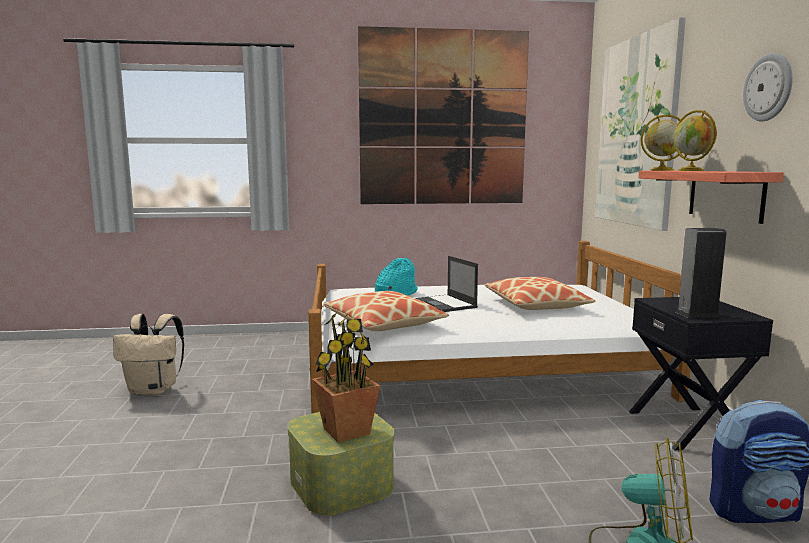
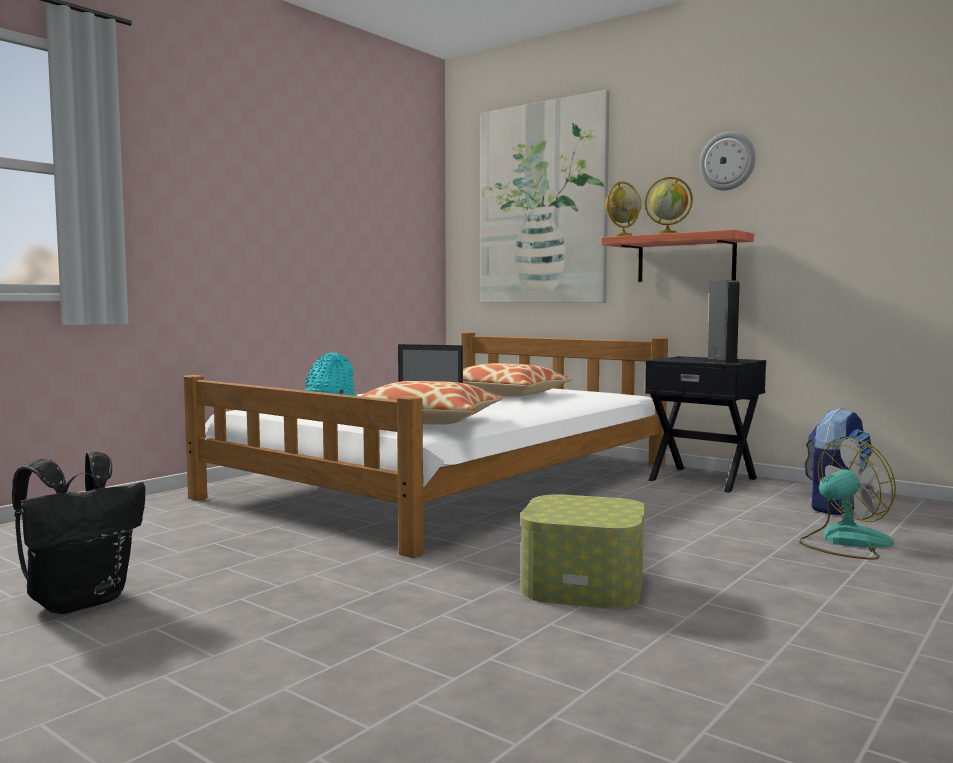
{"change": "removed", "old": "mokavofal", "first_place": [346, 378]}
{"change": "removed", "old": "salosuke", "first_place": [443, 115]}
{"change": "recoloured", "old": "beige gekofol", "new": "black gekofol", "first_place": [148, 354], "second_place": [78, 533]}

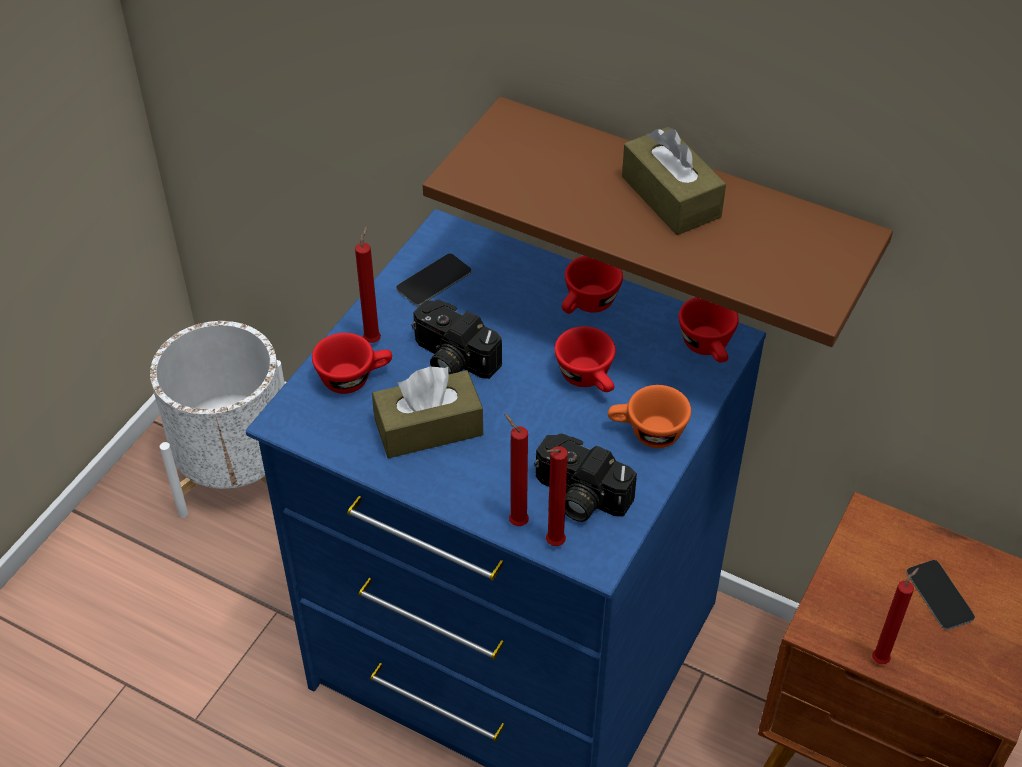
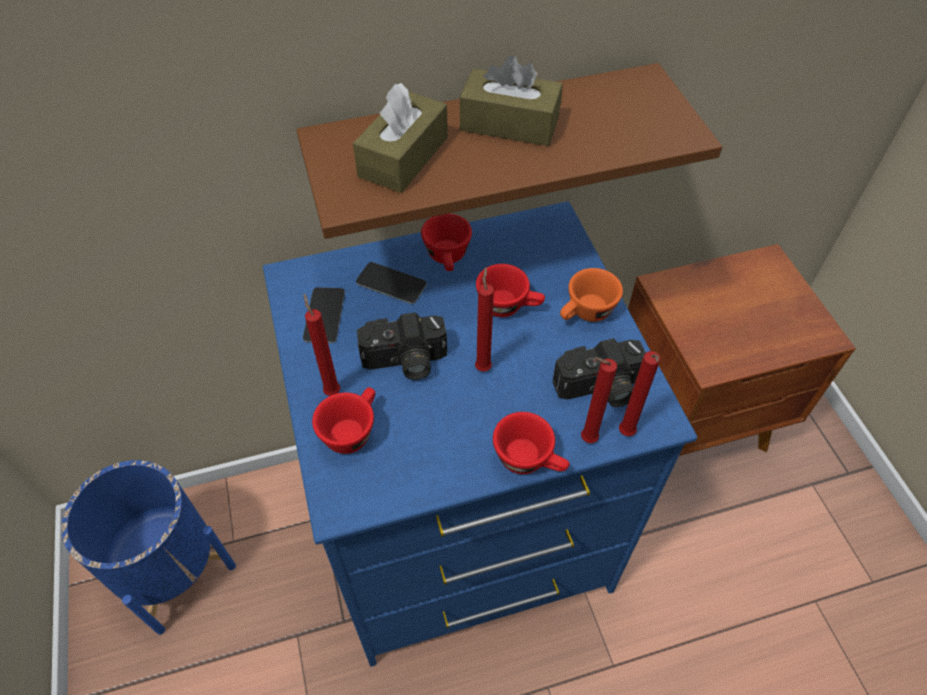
{"change": "moved", "old": "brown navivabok", "first_place": [427, 412], "second_place": [400, 138]}
{"change": "moved", "old": "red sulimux", "first_place": [709, 329], "second_place": [531, 443]}
{"change": "moved", "old": "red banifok", "first_place": [895, 616], "second_place": [484, 319]}
{"change": "moved", "old": "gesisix", "first_place": [941, 595], "second_place": [391, 283]}
{"change": "recoloured", "old": "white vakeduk", "new": "blue vakeduk", "first_place": [217, 419], "second_place": [148, 547]}

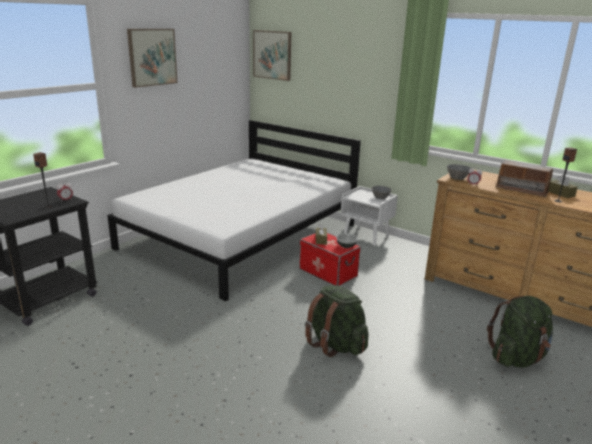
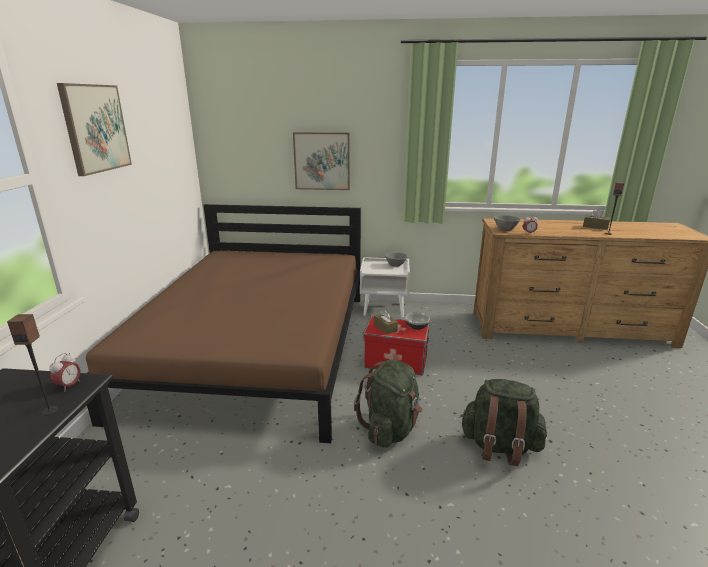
{"change": "removed", "old": "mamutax", "first_place": [525, 178]}
{"change": "moved", "old": "salosuke", "first_place": [272, 55], "second_place": [321, 161]}
{"change": "moved", "old": "green gekofol", "first_place": [520, 332], "second_place": [388, 403]}
{"change": "recoloured", "old": "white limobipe", "new": "brown limobipe", "first_place": [234, 210], "second_place": [223, 323]}

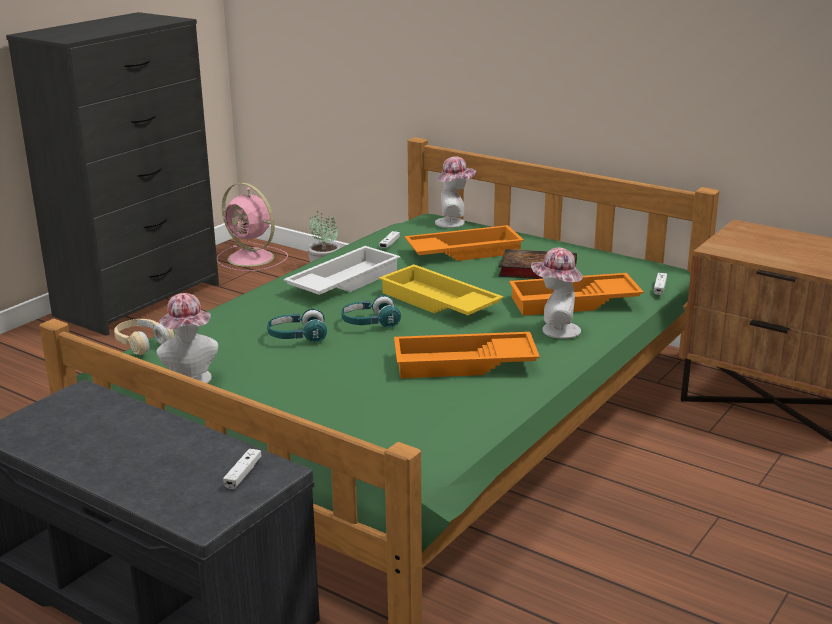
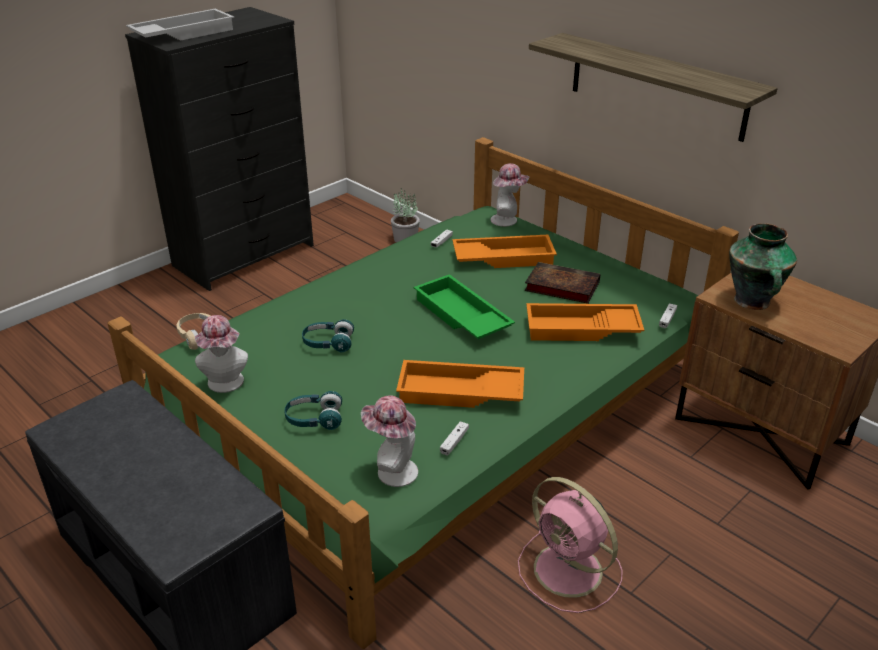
{"change": "added", "new": "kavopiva", "second_place": [653, 87]}
{"change": "added", "new": "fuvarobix", "second_place": [763, 266]}
{"change": "moved", "old": "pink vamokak", "first_place": [252, 226], "second_place": [570, 545]}
{"change": "moved", "old": "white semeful", "first_place": [242, 468], "second_place": [454, 438]}
{"change": "moved", "old": "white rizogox", "first_place": [341, 270], "second_place": [180, 25]}
{"change": "moved", "old": "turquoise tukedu", "first_place": [371, 311], "second_place": [313, 410]}
{"change": "moved", "old": "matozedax", "first_place": [557, 293], "second_place": [389, 441]}
{"change": "recoloured", "old": "yellow rizogox", "new": "green rizogox", "first_place": [441, 290], "second_place": [464, 306]}

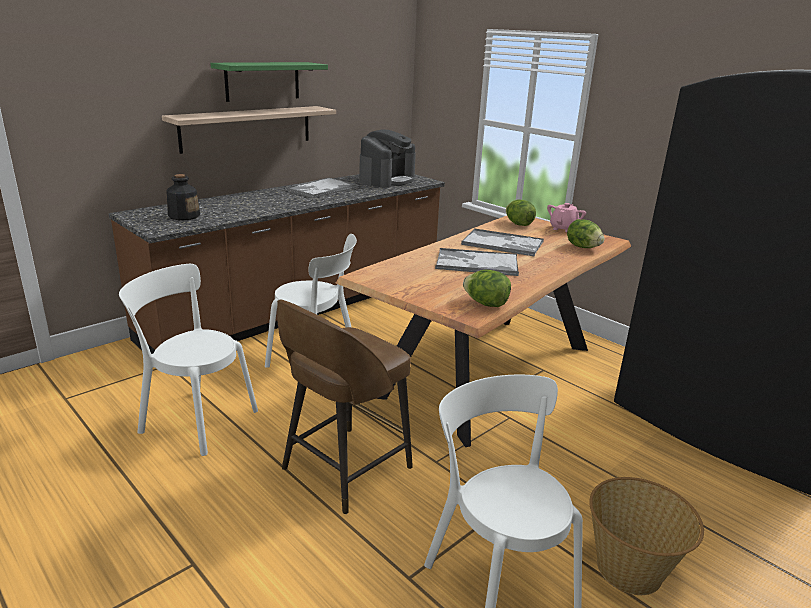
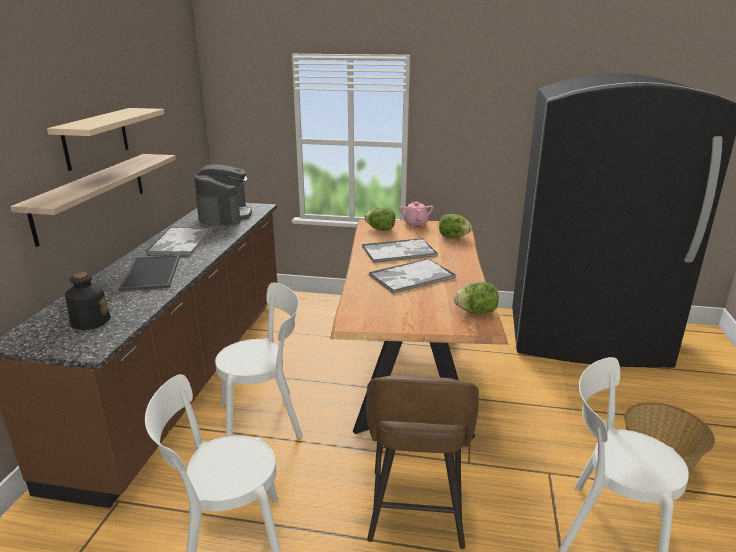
{"change": "added", "new": "rizogox", "second_place": [149, 273]}
{"change": "recoloured", "old": "green kavopiva", "new": "beige kavopiva", "first_place": [269, 82], "second_place": [105, 139]}

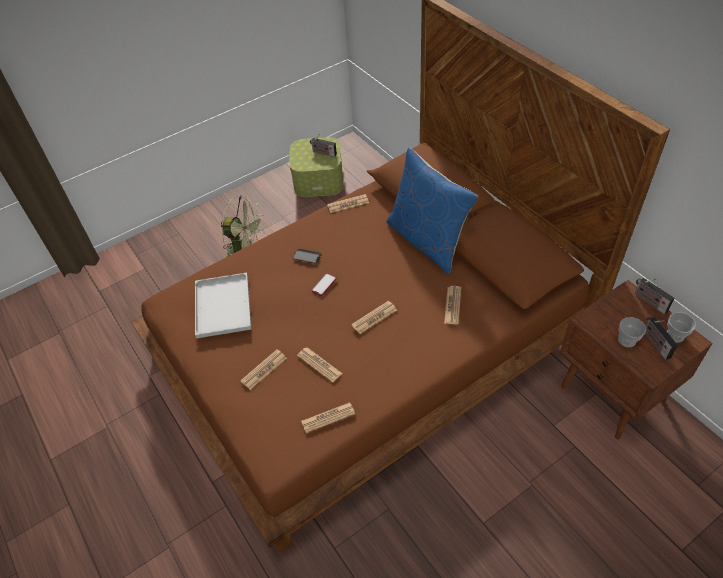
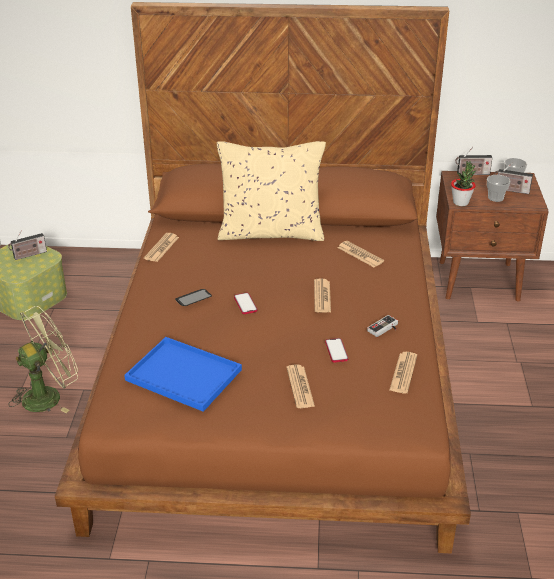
{"change": "added", "new": "semeful", "second_place": [382, 326]}
{"change": "added", "new": "mokavofal", "second_place": [463, 183]}
{"change": "replaced", "old": "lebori", "new": "gesisix", "first_place": [319, 365], "second_place": [336, 350]}
{"change": "recoloured", "old": "white rizogox", "new": "blue rizogox", "first_place": [223, 305], "second_place": [183, 374]}
{"change": "recoloured", "old": "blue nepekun", "new": "beige nepekun", "first_place": [432, 210], "second_place": [271, 191]}

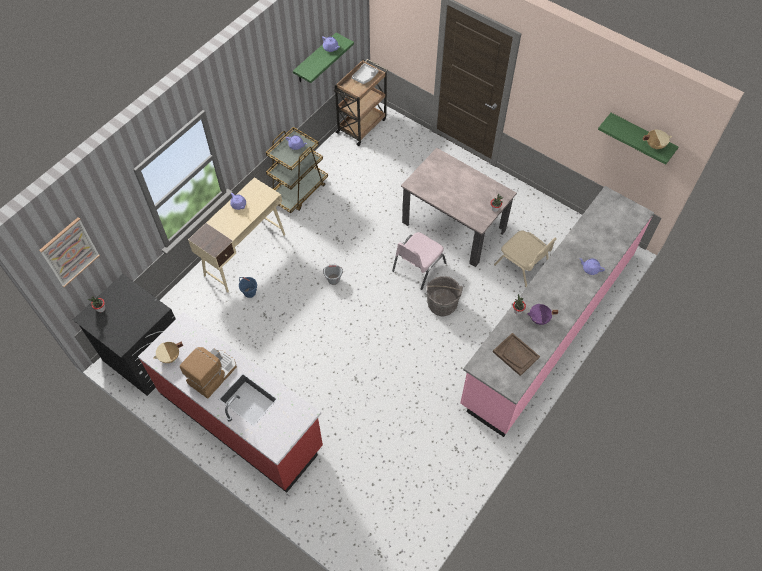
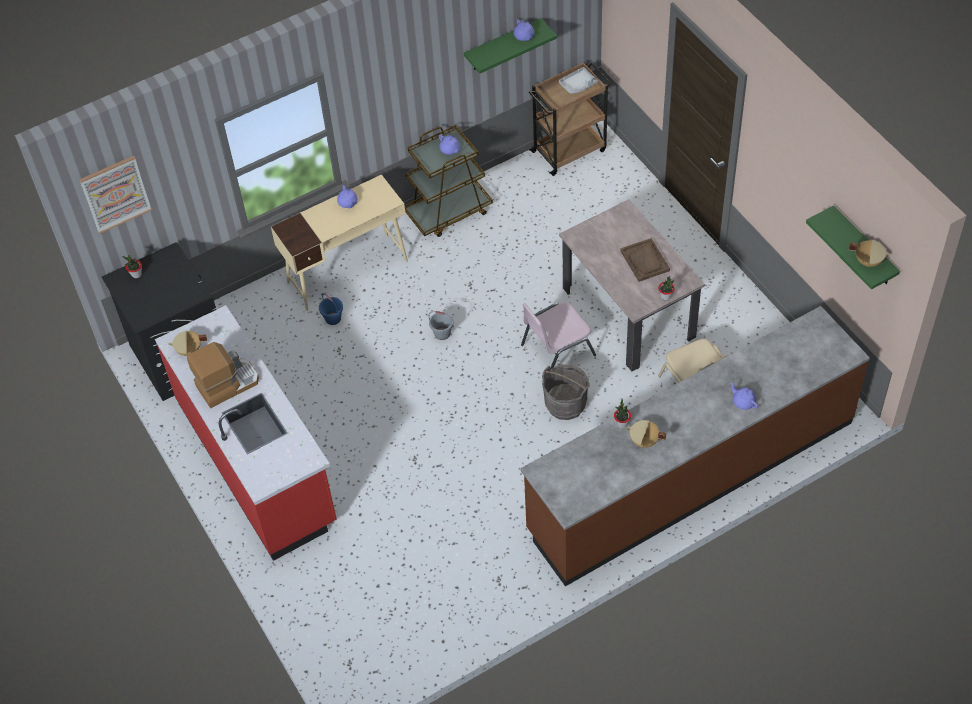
{"change": "moved", "old": "brown rizogox", "first_place": [516, 354], "second_place": [645, 260]}
{"change": "recoloured", "old": "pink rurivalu", "new": "brown rurivalu", "first_place": [557, 311], "second_place": [695, 446]}
{"change": "recoloured", "old": "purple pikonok", "new": "beige pikonok", "first_place": [542, 314], "second_place": [646, 434]}

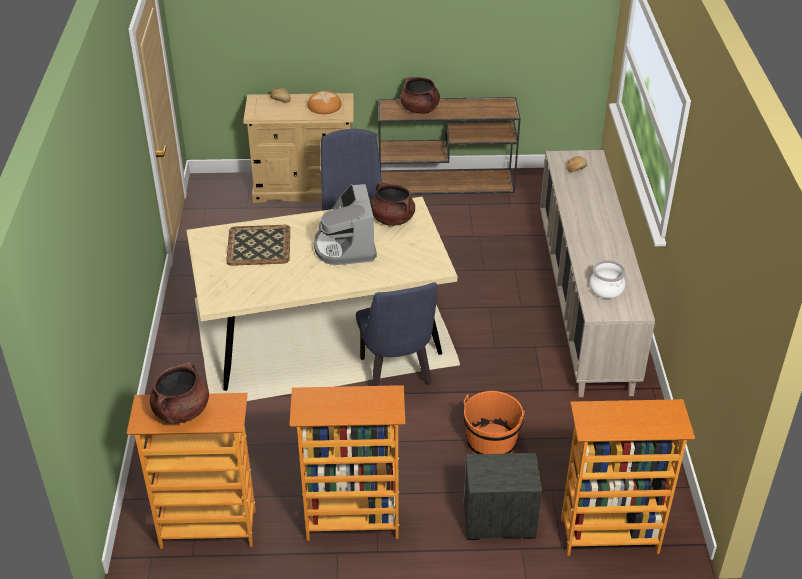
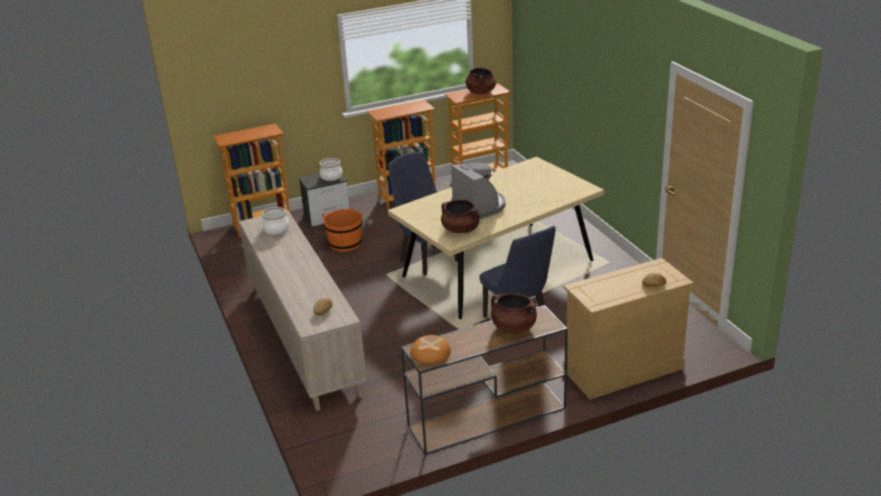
{"change": "removed", "old": "rizogox", "first_place": [258, 245]}
{"change": "added", "new": "pikonok", "second_place": [331, 169]}
{"change": "moved", "old": "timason", "first_place": [324, 102], "second_place": [431, 349]}

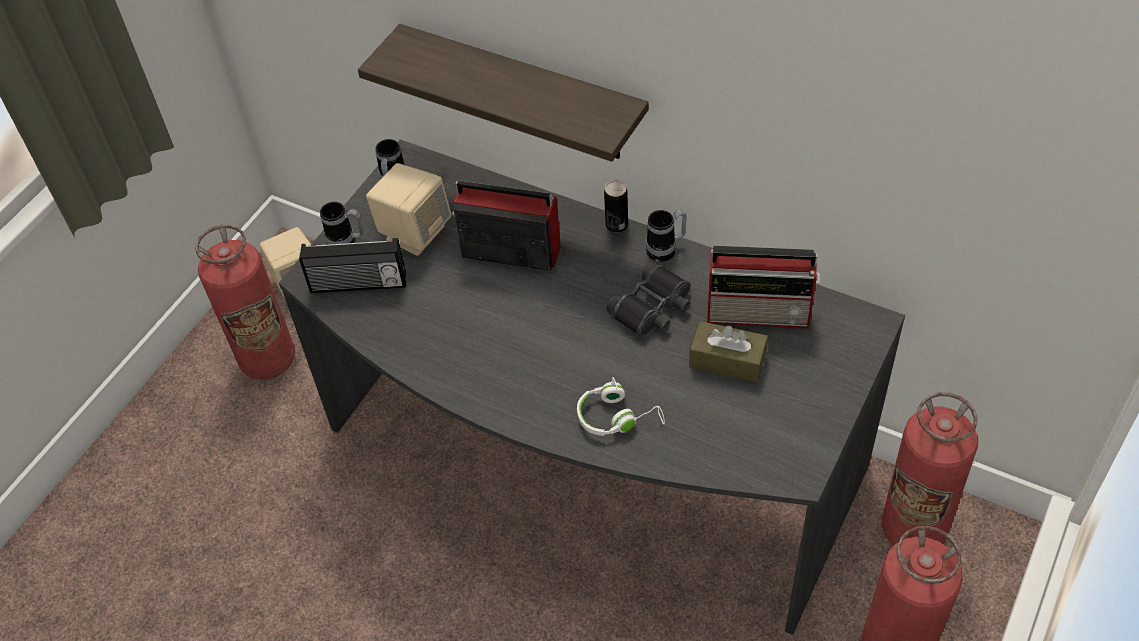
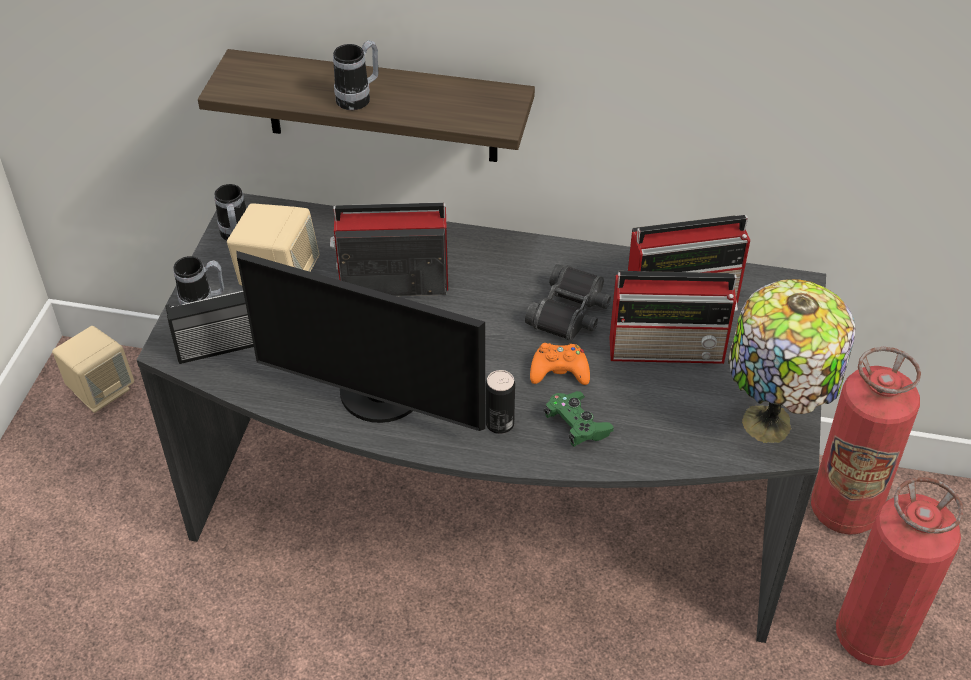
{"change": "removed", "old": "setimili", "first_place": [245, 302]}
{"change": "added", "new": "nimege", "second_place": [360, 341]}
{"change": "added", "new": "orange semeful", "second_place": [560, 364]}
{"change": "added", "new": "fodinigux", "second_place": [791, 361]}
{"change": "moved", "old": "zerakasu", "first_place": [616, 206], "second_place": [500, 402]}
{"change": "moved", "old": "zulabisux", "first_place": [666, 235], "second_place": [356, 75]}
{"change": "replaced", "old": "white tukedu", "new": "green semeful", "first_place": [621, 406], "second_place": [579, 419]}
{"change": "replaced", "old": "brown navivabok", "new": "mamutax", "first_place": [728, 351], "second_place": [674, 317]}

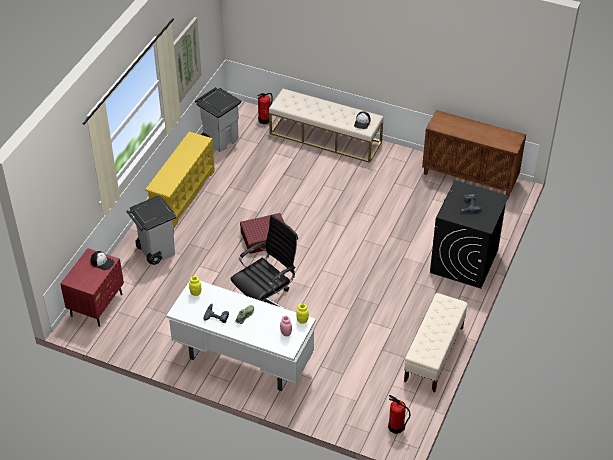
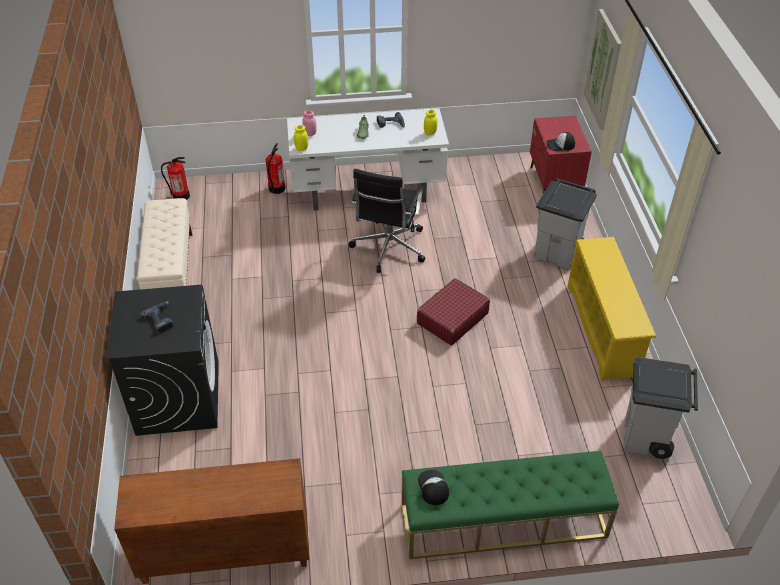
{"change": "moved", "old": "salosuke", "first_place": [188, 59], "second_place": [602, 69]}
{"change": "moved", "old": "setimili", "first_place": [265, 108], "second_place": [275, 168]}
{"change": "recoloured", "old": "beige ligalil", "new": "green ligalil", "first_place": [326, 126], "second_place": [510, 505]}

